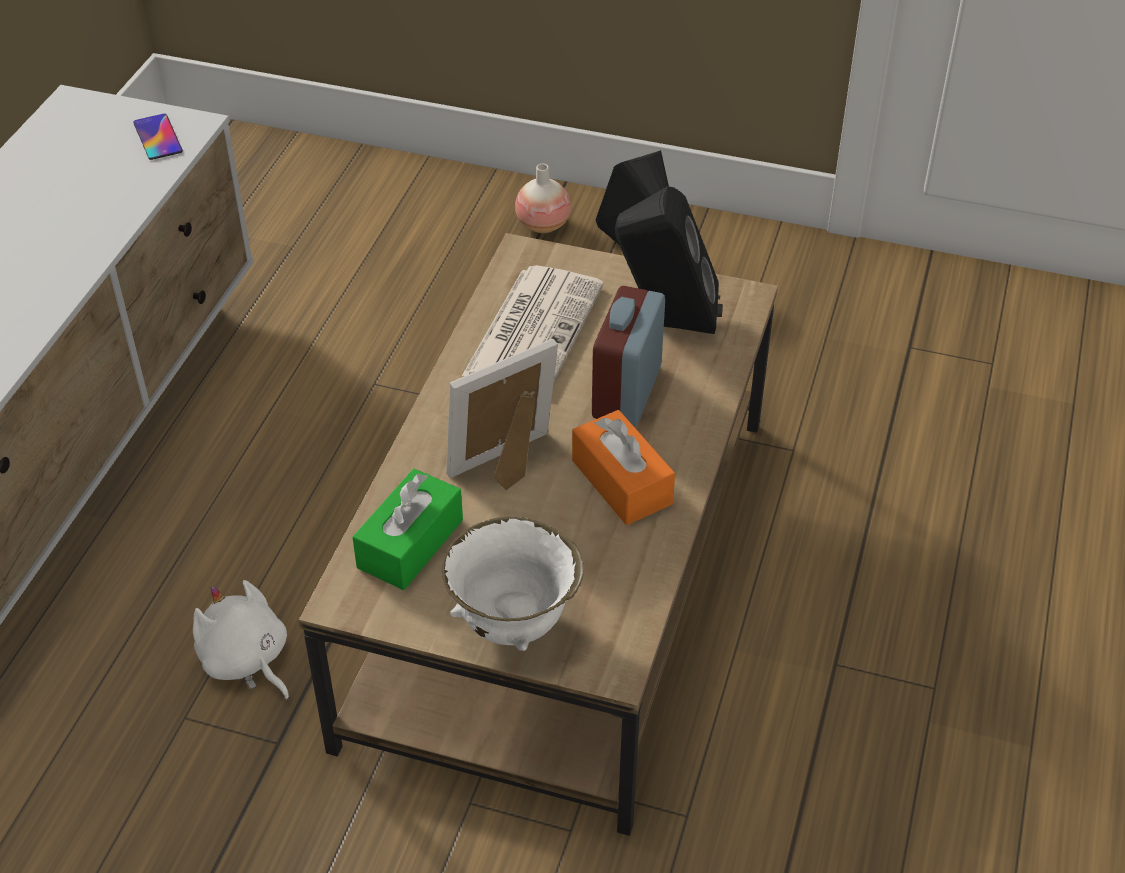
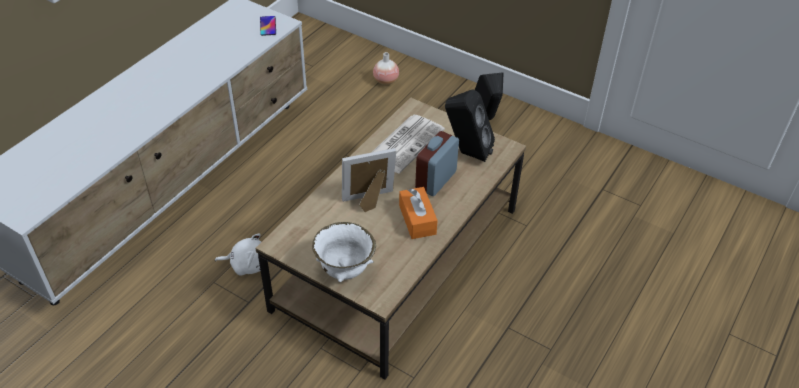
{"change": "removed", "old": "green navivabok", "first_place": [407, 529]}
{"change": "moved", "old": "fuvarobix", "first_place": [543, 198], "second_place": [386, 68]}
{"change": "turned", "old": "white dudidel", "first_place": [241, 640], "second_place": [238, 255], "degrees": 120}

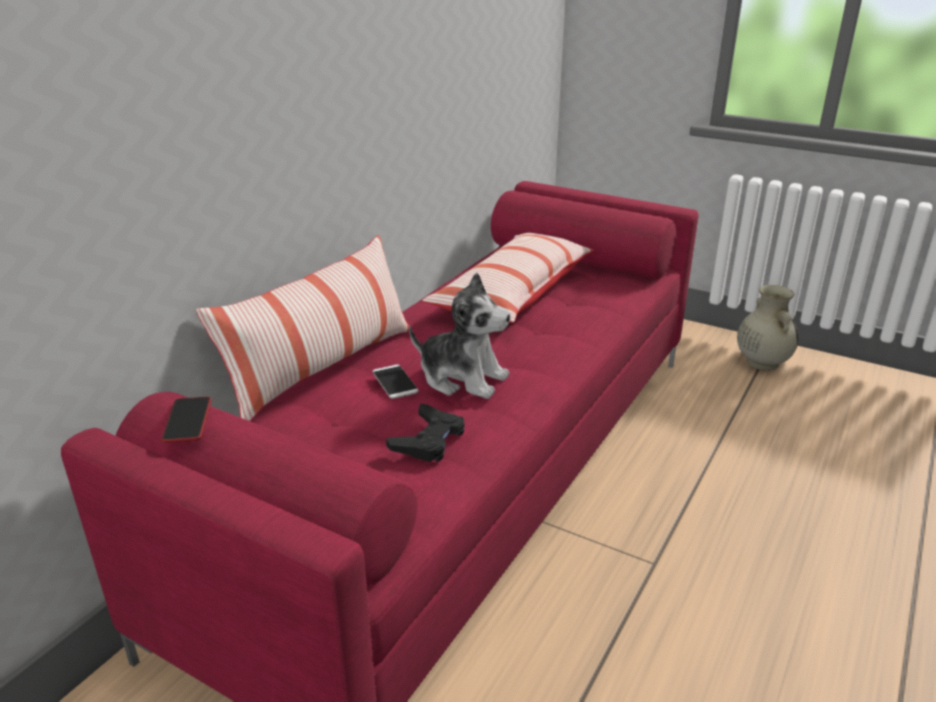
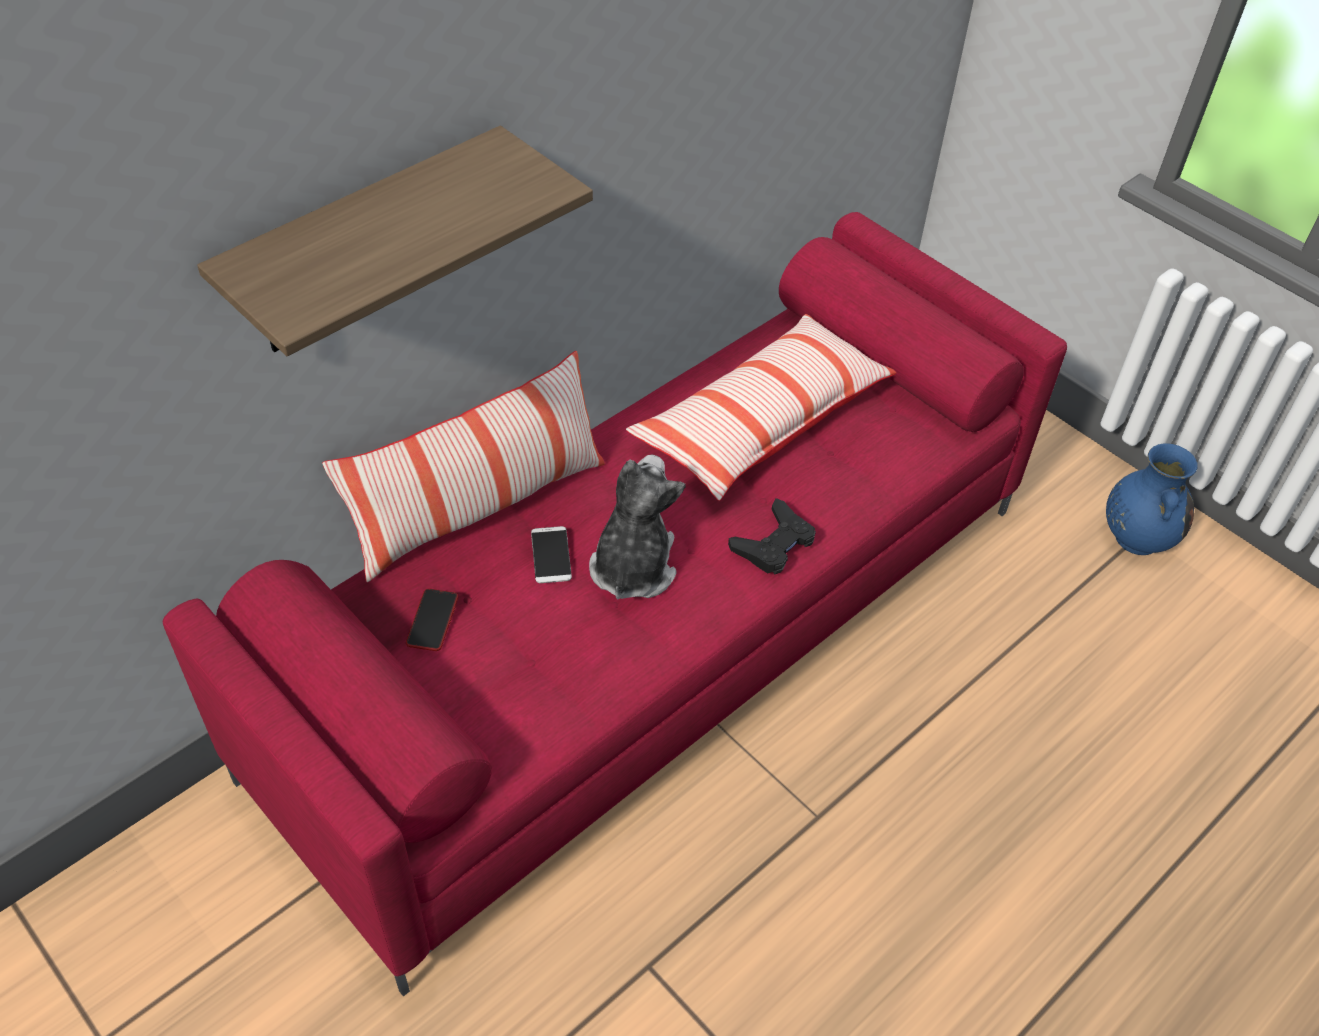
{"change": "added", "new": "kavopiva", "second_place": [395, 241]}
{"change": "moved", "old": "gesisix", "first_place": [186, 420], "second_place": [432, 620]}
{"change": "moved", "old": "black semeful", "first_place": [425, 432], "second_place": [772, 536]}
{"change": "recoloured", "old": "beige fuvarobix", "new": "blue fuvarobix", "first_place": [768, 328], "second_place": [1152, 499]}
{"change": "turned", "old": "dudidel", "first_place": [460, 335], "second_place": [637, 527], "degrees": -120}

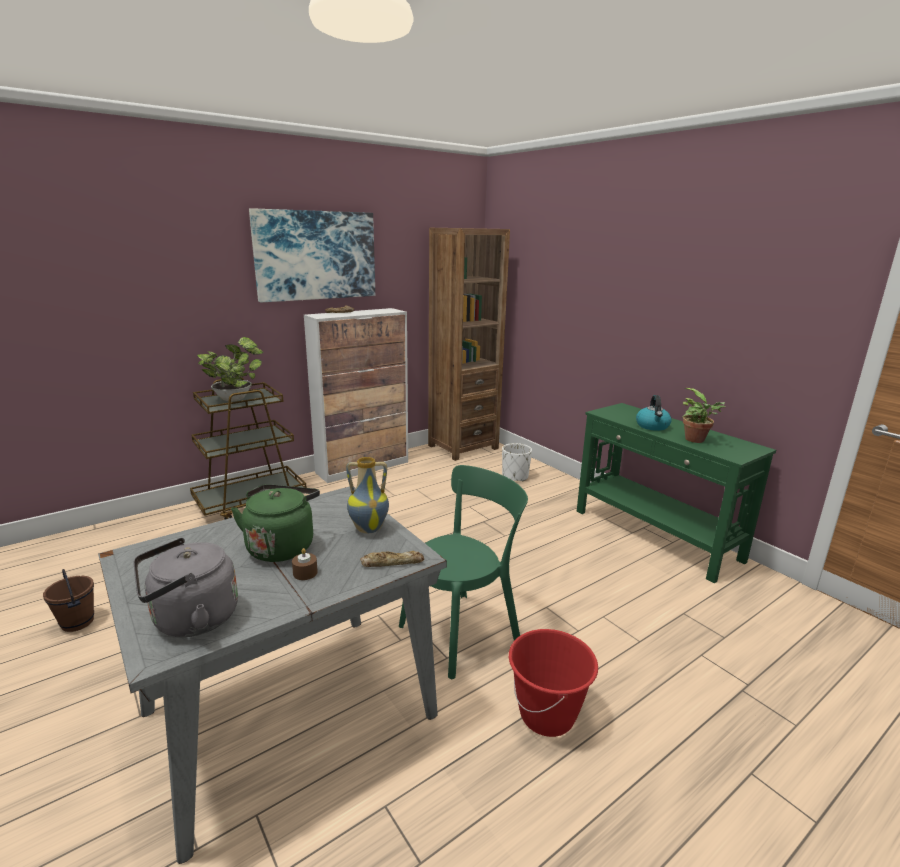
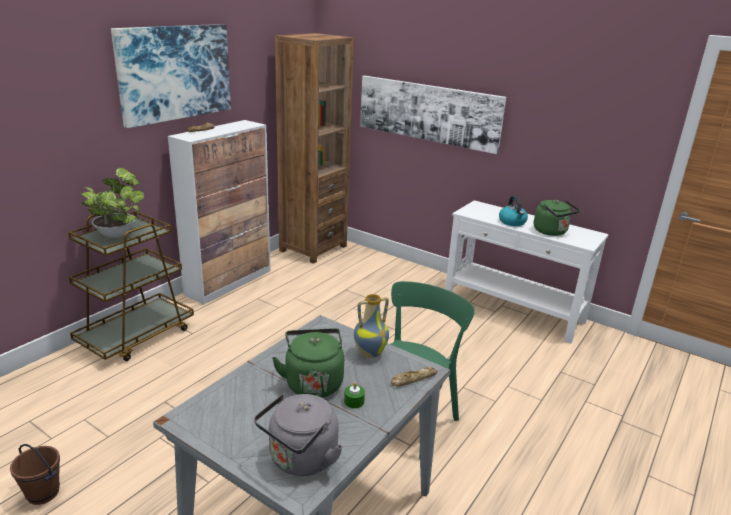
{"change": "removed", "old": "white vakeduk", "first_place": [517, 462]}
{"change": "removed", "old": "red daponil", "first_place": [553, 683]}
{"change": "added", "new": "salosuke", "second_place": [433, 115]}
{"change": "replaced", "old": "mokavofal", "new": "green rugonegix", "first_place": [704, 415], "second_place": [557, 218]}
{"change": "recoloured", "old": "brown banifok", "new": "green banifok", "first_place": [305, 564], "second_place": [354, 395]}
{"change": "recoloured", "old": "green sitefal", "new": "white sitefal", "first_place": [676, 493], "second_place": [527, 272]}

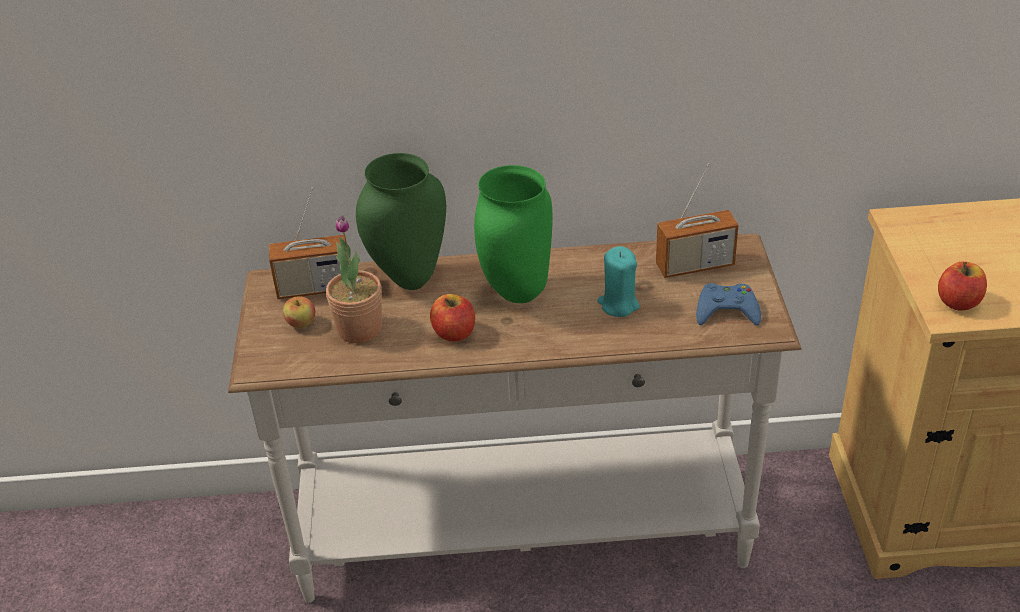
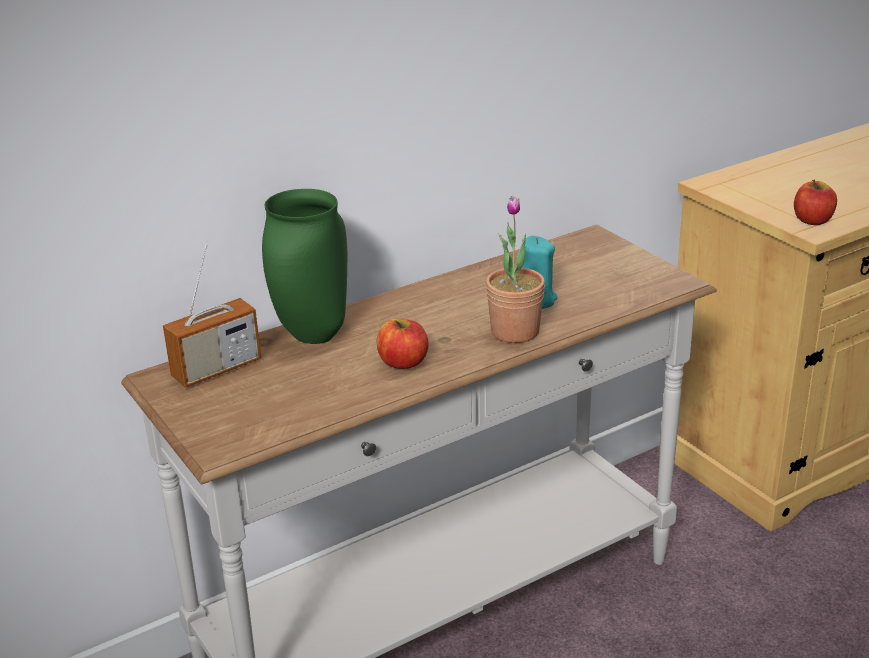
{"change": "removed", "old": "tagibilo", "first_place": [299, 312]}
{"change": "removed", "old": "green fuvarobix", "first_place": [513, 234]}
{"change": "removed", "old": "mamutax", "first_place": [697, 220]}
{"change": "removed", "old": "blue semeful", "first_place": [728, 304]}
{"change": "moved", "old": "mokavofal", "first_place": [354, 279], "second_place": [515, 269]}

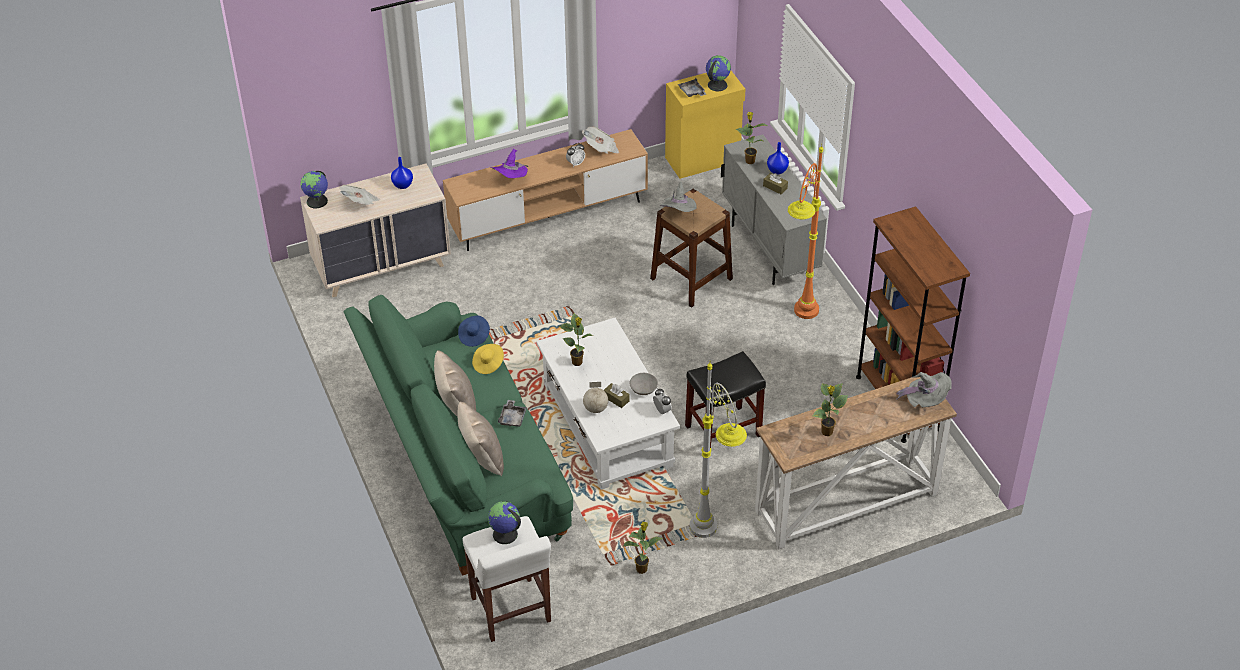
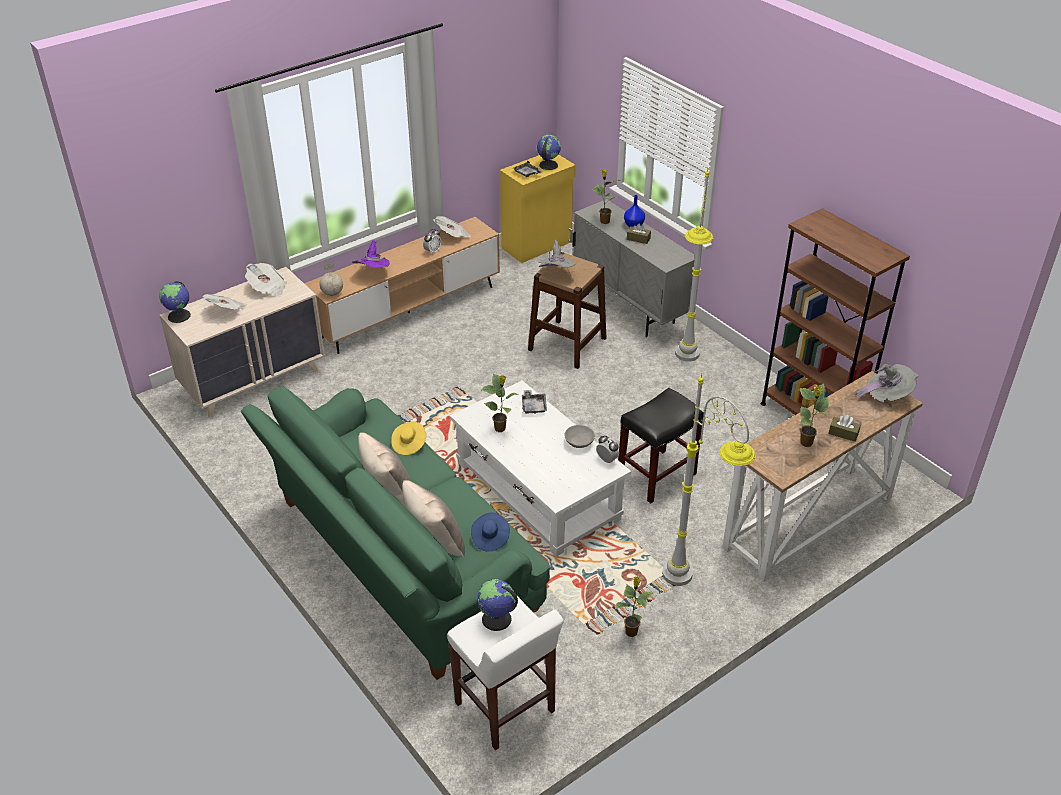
{"change": "moved", "old": "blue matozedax", "first_place": [474, 331], "second_place": [490, 531]}
{"change": "moved", "old": "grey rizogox", "first_place": [512, 413], "second_place": [534, 402]}
{"change": "moved", "old": "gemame", "first_place": [595, 397], "second_place": [331, 279]}
{"change": "moved", "old": "brown navivabok", "first_place": [617, 395], "second_place": [844, 428]}
{"change": "replaced", "old": "blue fuvarobix", "new": "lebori", "first_place": [402, 173], "second_place": [266, 280]}
{"change": "recoloured", "old": "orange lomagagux", "new": "grey lomagagux", "first_place": [806, 232], "second_place": [694, 265]}

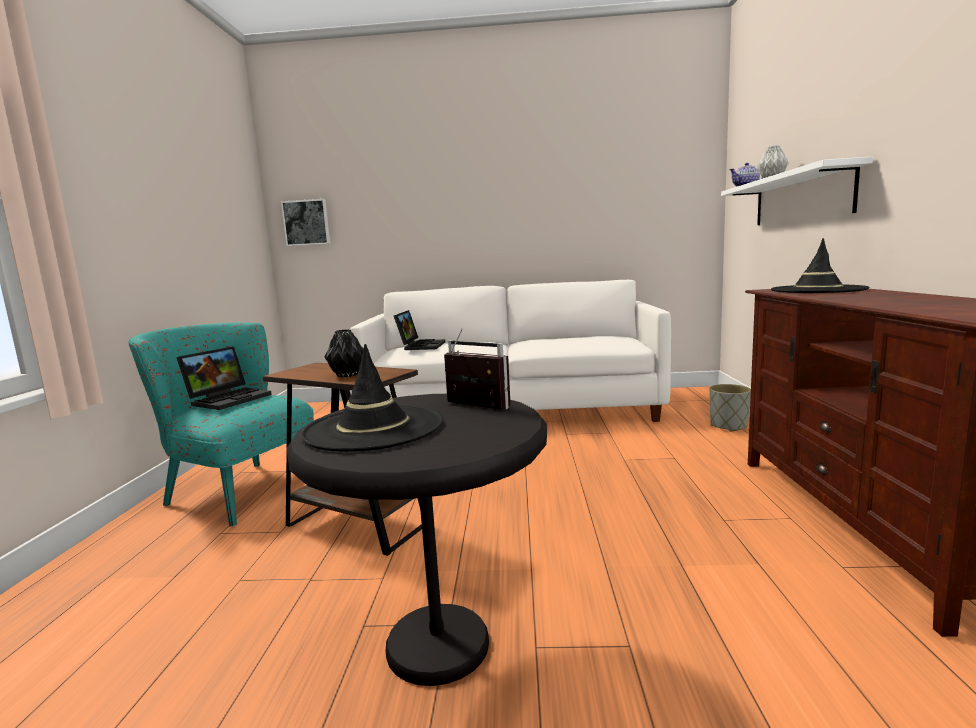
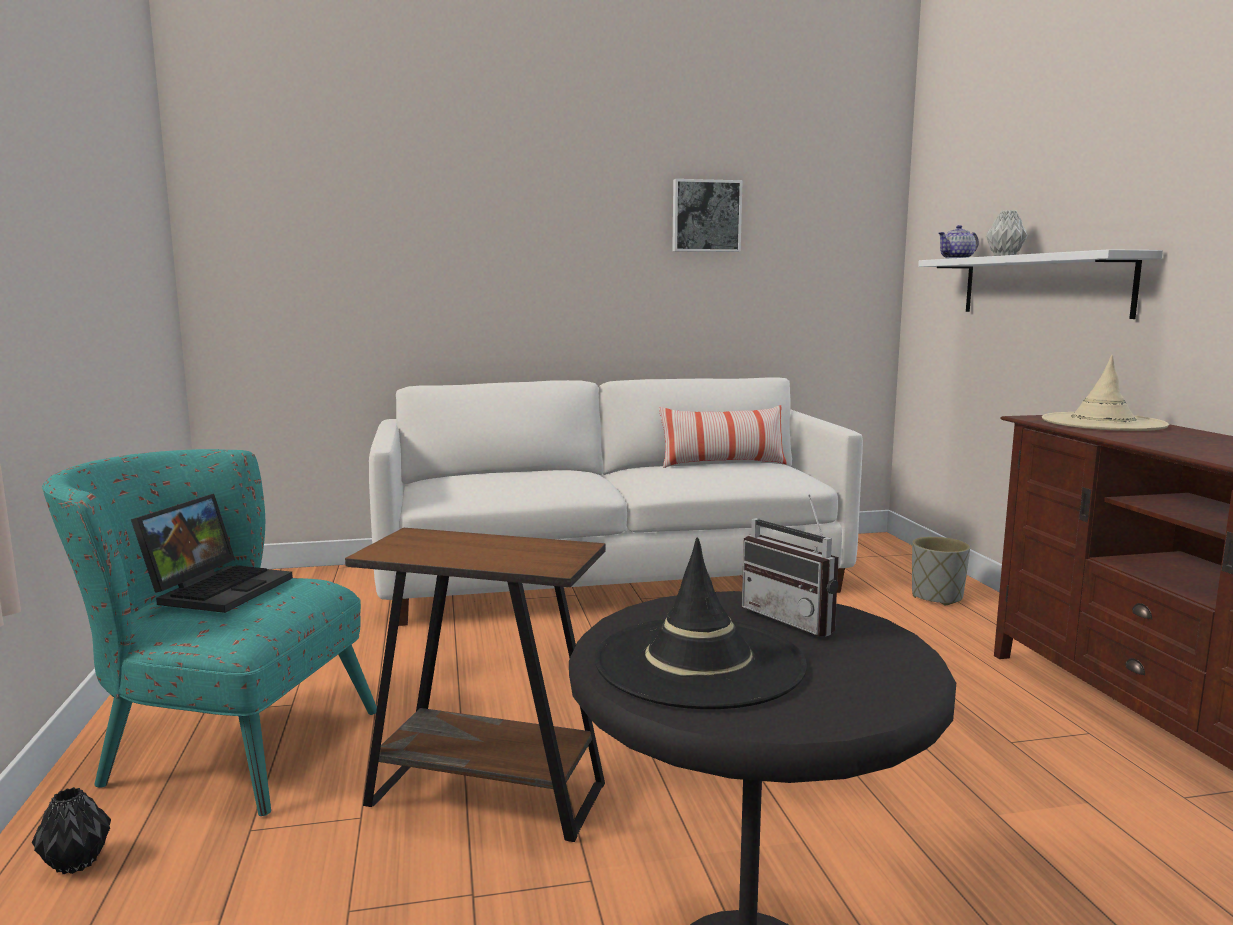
{"change": "removed", "old": "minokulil", "first_place": [419, 330]}
{"change": "added", "new": "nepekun", "second_place": [723, 436]}
{"change": "moved", "old": "salosuke", "first_place": [305, 222], "second_place": [707, 215]}
{"change": "moved", "old": "black fuvarobix", "first_place": [344, 353], "second_place": [71, 830]}
{"change": "recoloured", "old": "black matozedax", "new": "beige matozedax", "first_place": [820, 265], "second_place": [1105, 393]}
{"change": "turned", "old": "mamutax", "first_place": [477, 369], "second_place": [790, 566], "degrees": -150}

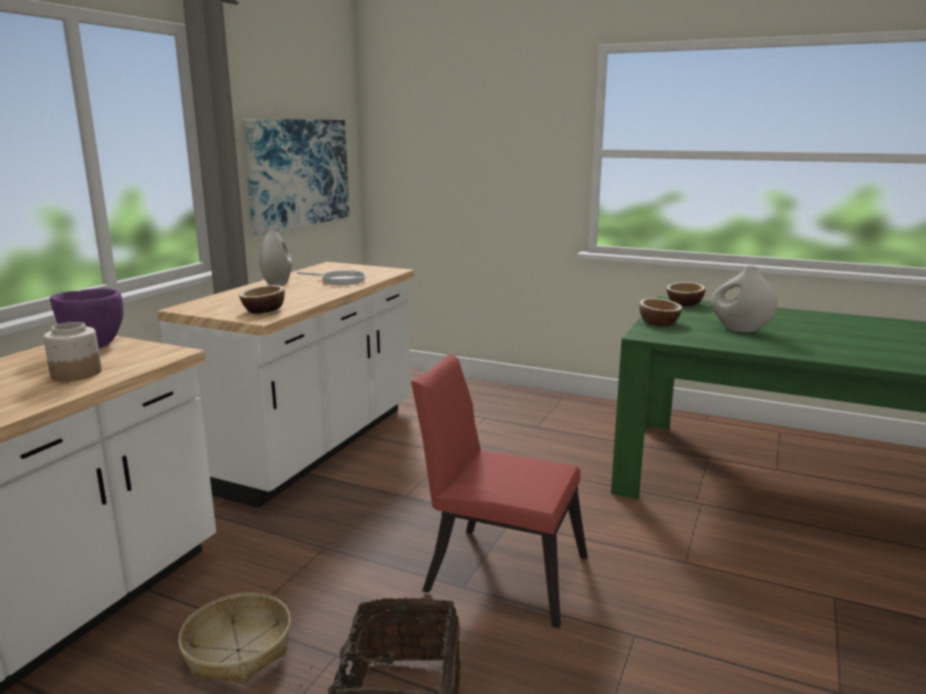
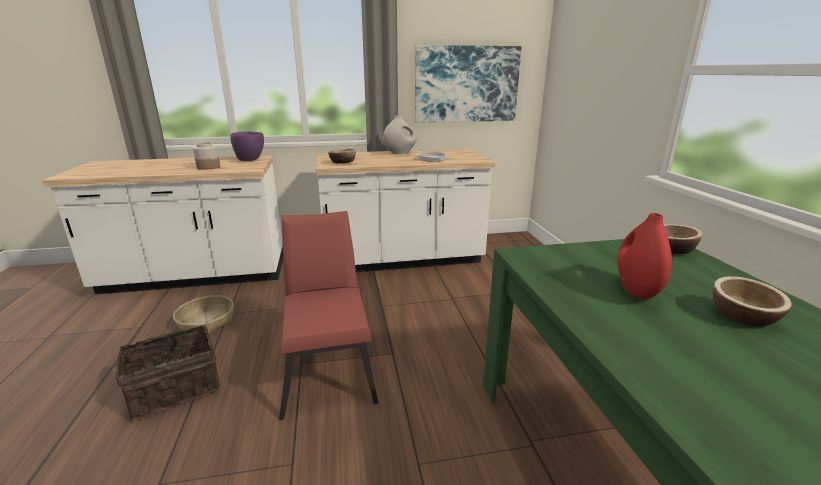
{"change": "moved", "old": "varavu", "first_place": [660, 312], "second_place": [752, 301]}
{"change": "recoloured", "old": "white fuvarobix", "new": "red fuvarobix", "first_place": [743, 299], "second_place": [644, 256]}

